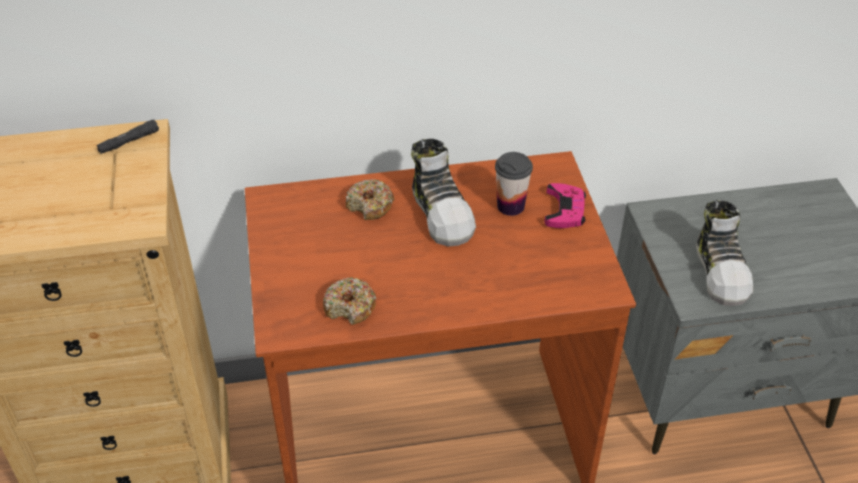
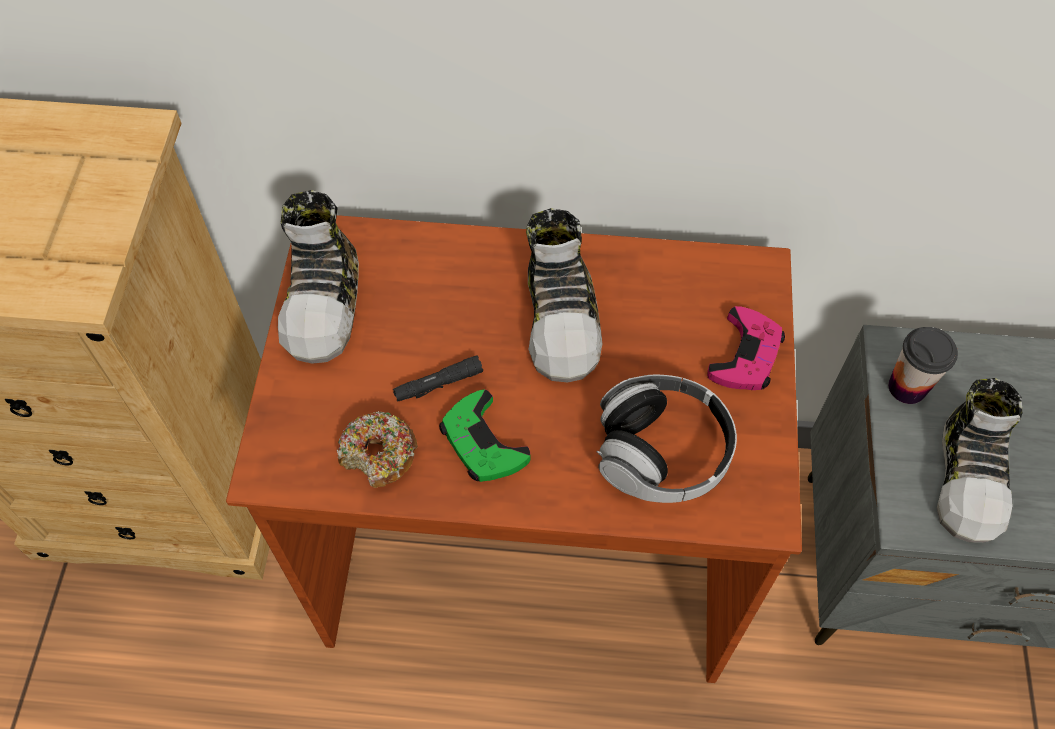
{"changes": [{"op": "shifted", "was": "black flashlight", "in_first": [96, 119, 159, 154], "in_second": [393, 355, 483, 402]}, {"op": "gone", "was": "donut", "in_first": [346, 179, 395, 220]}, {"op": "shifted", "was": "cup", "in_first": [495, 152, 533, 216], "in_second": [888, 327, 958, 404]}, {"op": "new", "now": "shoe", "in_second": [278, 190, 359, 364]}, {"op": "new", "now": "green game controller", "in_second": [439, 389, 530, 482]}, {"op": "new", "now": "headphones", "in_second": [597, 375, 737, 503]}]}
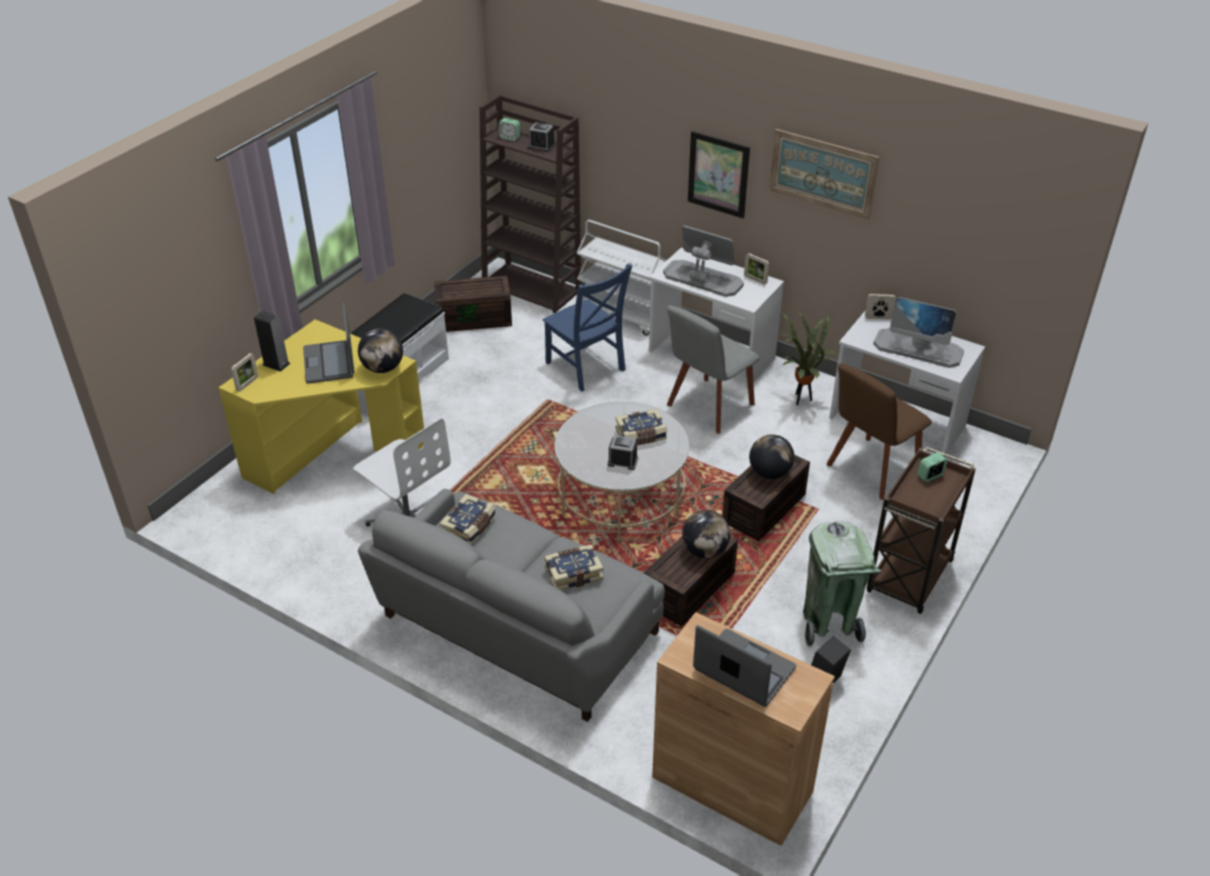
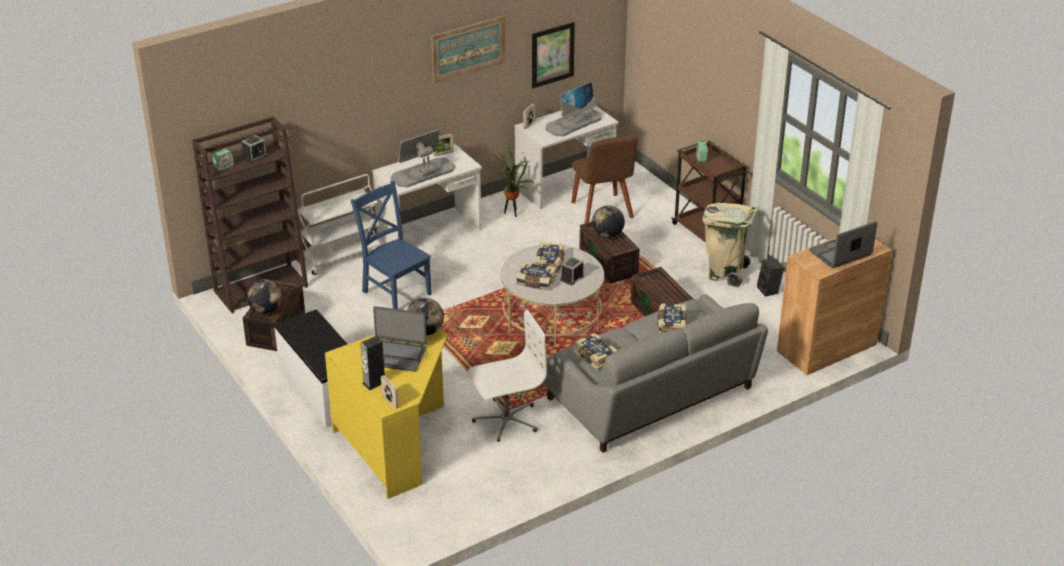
{"changes": [{"op": "rotated", "was": "blue chair", "in_first": [543, 263, 633, 392], "in_second": [350, 181, 432, 309], "clockwise": -120}, {"op": "gone", "was": "grey chair", "in_first": [667, 305, 760, 433]}, {"op": "shifted", "was": "globe", "in_first": [682, 510, 730, 558], "in_second": [246, 279, 282, 314]}, {"op": "shifted", "was": "picture", "in_first": [688, 131, 750, 219], "in_second": [532, 22, 575, 88]}, {"op": "repainted", "was": "green trash can", "now": "beige trash can", "in_first": [803, 522, 882, 647], "in_second": [702, 203, 759, 287]}, {"op": "new", "now": "book", "in_second": [516, 261, 557, 290]}]}
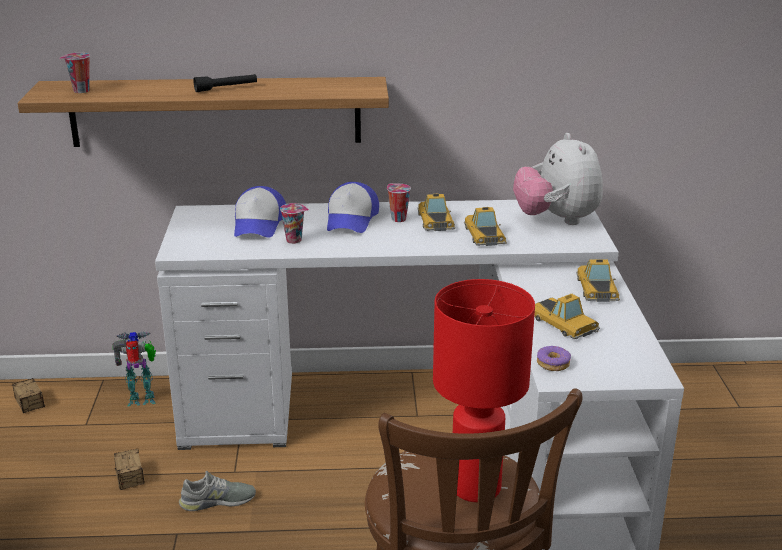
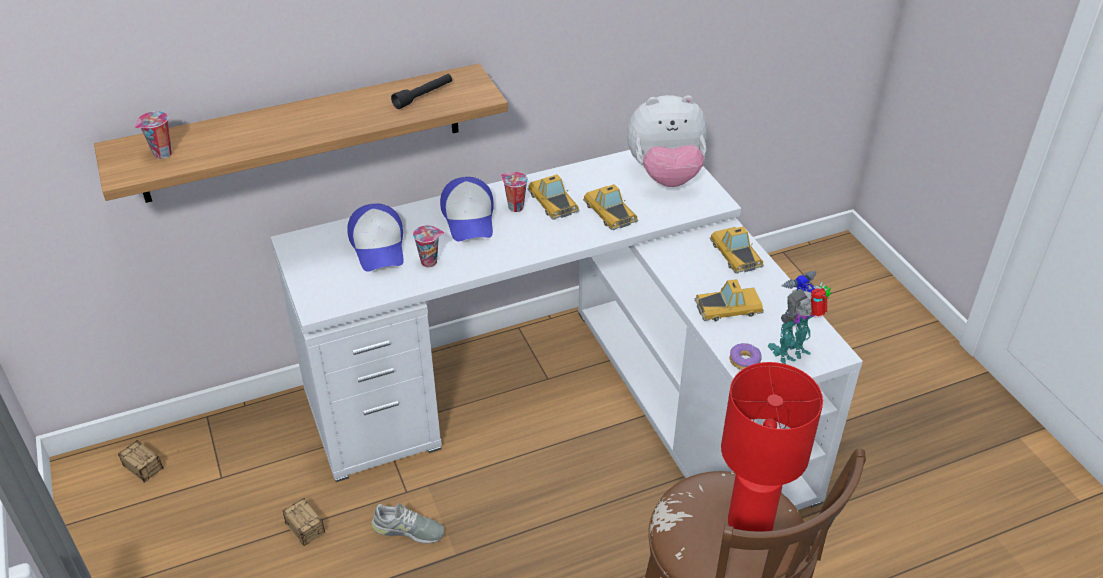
{"changes": [{"op": "shifted", "was": "toy robot", "in_first": [112, 331, 156, 406], "in_second": [768, 271, 832, 364]}, {"op": "rotated", "was": "grey shoe", "in_first": [179, 471, 256, 511], "in_second": [371, 503, 444, 544], "clockwise": 45}, {"op": "shifted", "was": "black flashlight", "in_first": [193, 74, 257, 92], "in_second": [391, 74, 452, 109]}, {"op": "rotated", "was": "plush toy", "in_first": [513, 133, 603, 225], "in_second": [627, 95, 707, 187], "clockwise": -60}, {"op": "rotated", "was": "toy car", "in_first": [535, 294, 600, 339], "in_second": [695, 279, 764, 322], "clockwise": -45}]}
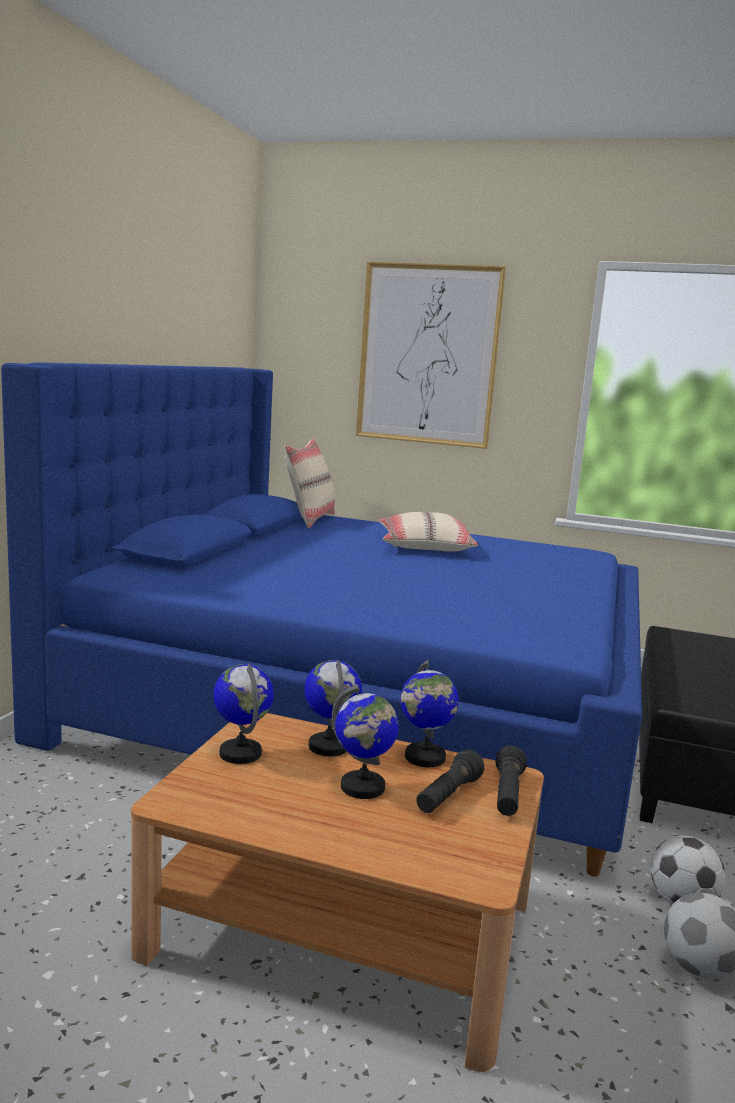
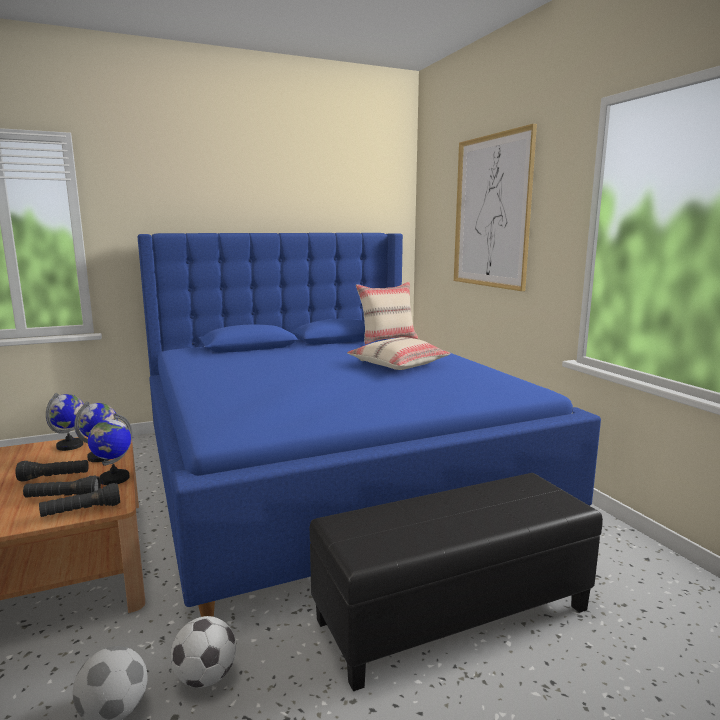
{"changes": [{"op": "swapped", "was": "globe", "now": "black flashlight", "in_first": [332, 684, 399, 799], "in_second": [15, 460, 89, 482]}]}
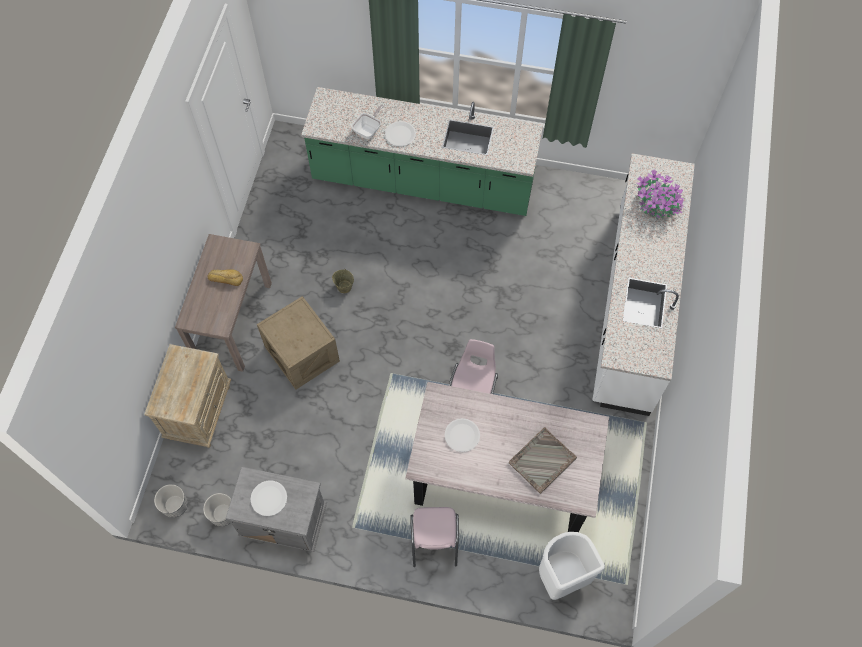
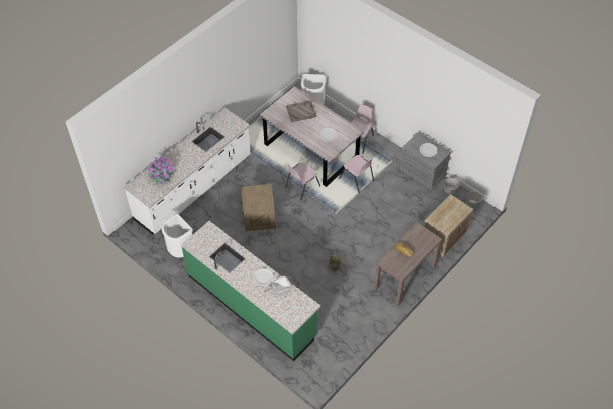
{"changes": [{"op": "shifted", "was": "crate", "in_first": [257, 296, 340, 390], "in_second": [241, 184, 276, 231]}, {"op": "new", "now": "white trash can", "in_second": [162, 214, 193, 258]}, {"op": "new", "now": "pink chair", "in_second": [340, 155, 374, 193]}]}
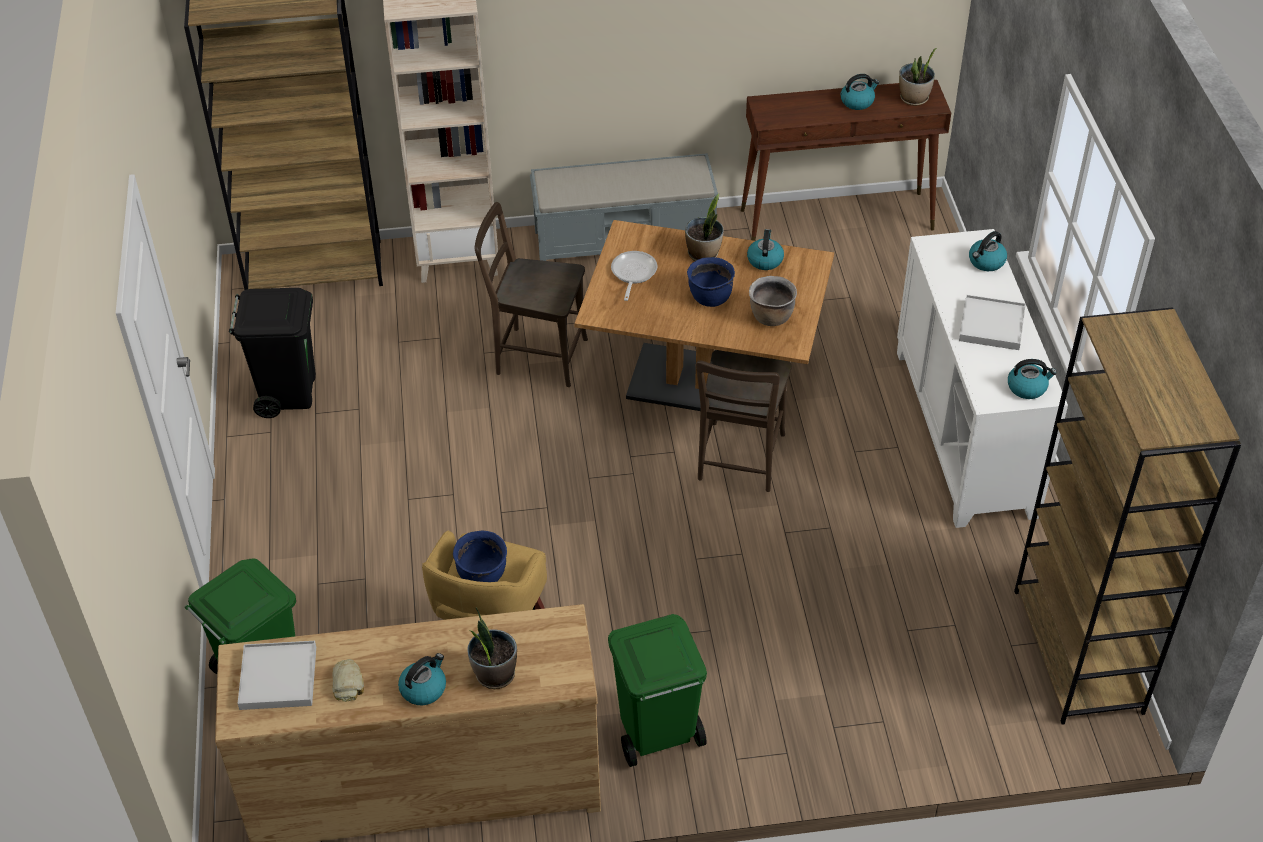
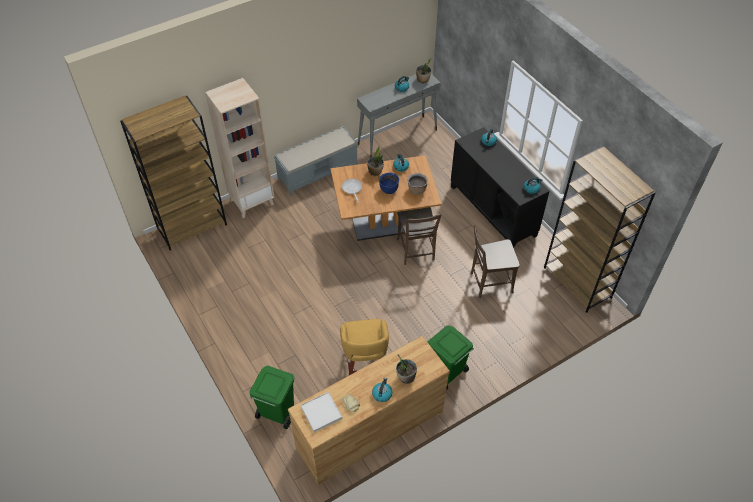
{"changes": [{"op": "gone", "was": "black trash can", "in_first": [229, 288, 316, 418]}, {"op": "gone", "was": "blue cooking pot", "in_first": [453, 531, 507, 582]}, {"op": "shifted", "was": "brown chair", "in_first": [475, 202, 588, 387], "in_second": [471, 225, 520, 298]}, {"op": "repainted", "was": "brown console table", "now": "grey console table", "in_first": [741, 80, 951, 241], "in_second": [357, 74, 441, 158]}, {"op": "repainted", "was": "white cabinet", "now": "black cabinet", "in_first": [897, 229, 1068, 528], "in_second": [451, 127, 550, 248]}, {"op": "gone", "was": "white tray", "in_first": [959, 295, 1026, 350]}]}
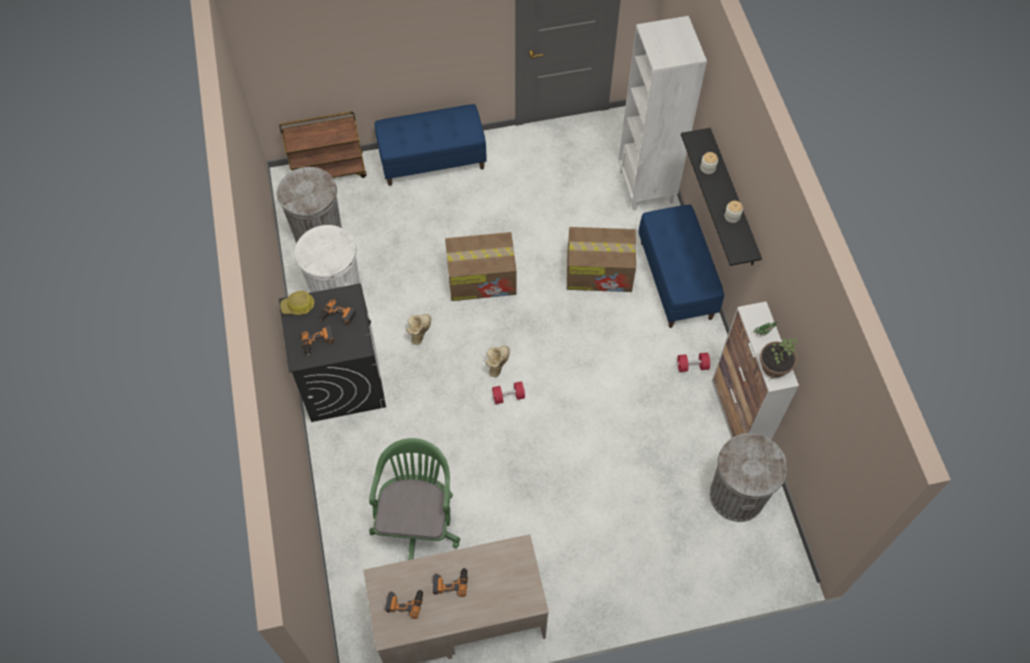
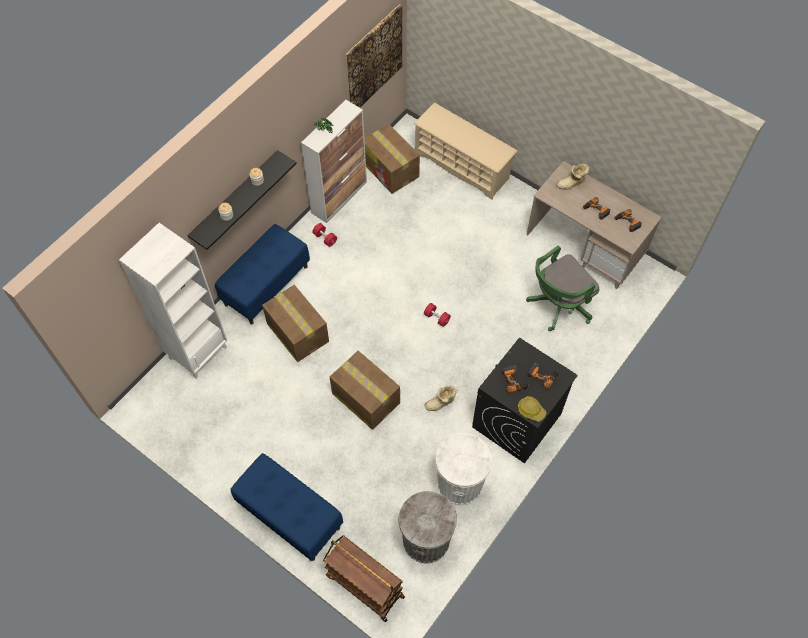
{"changes": [{"op": "shifted", "was": "boot", "in_first": [485, 346, 510, 377], "in_second": [557, 163, 590, 190]}, {"op": "swapped", "was": "grey trash can", "now": "cardboard box", "in_first": [710, 433, 787, 522], "in_second": [364, 124, 420, 194]}, {"op": "gone", "was": "potted plant", "in_first": [760, 337, 797, 379]}, {"op": "new", "now": "picture", "in_second": [346, 4, 402, 108]}, {"op": "new", "now": "beige shoe rack", "in_second": [413, 103, 518, 200]}]}
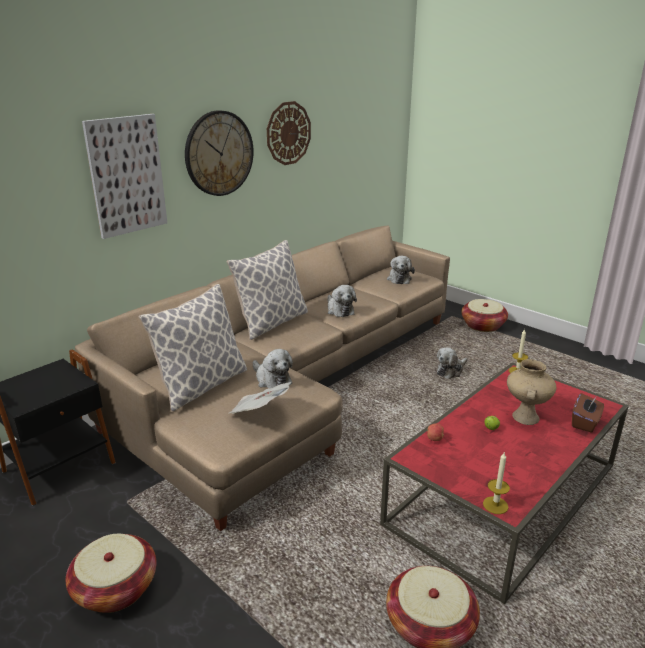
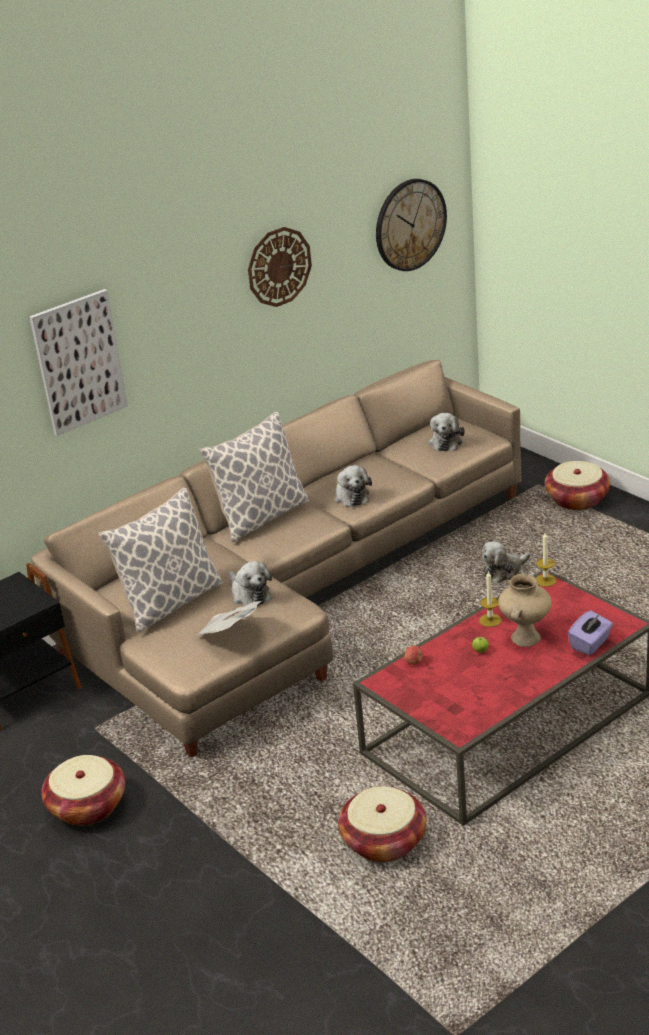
{"changes": [{"op": "shifted", "was": "wall clock", "in_first": [185, 110, 254, 196], "in_second": [376, 179, 447, 271]}, {"op": "shifted", "was": "candle", "in_first": [483, 451, 510, 514], "in_second": [479, 570, 502, 627]}, {"op": "repainted", "was": "brown tissue box", "now": "purple tissue box", "in_first": [572, 393, 604, 432], "in_second": [568, 611, 613, 655]}]}
